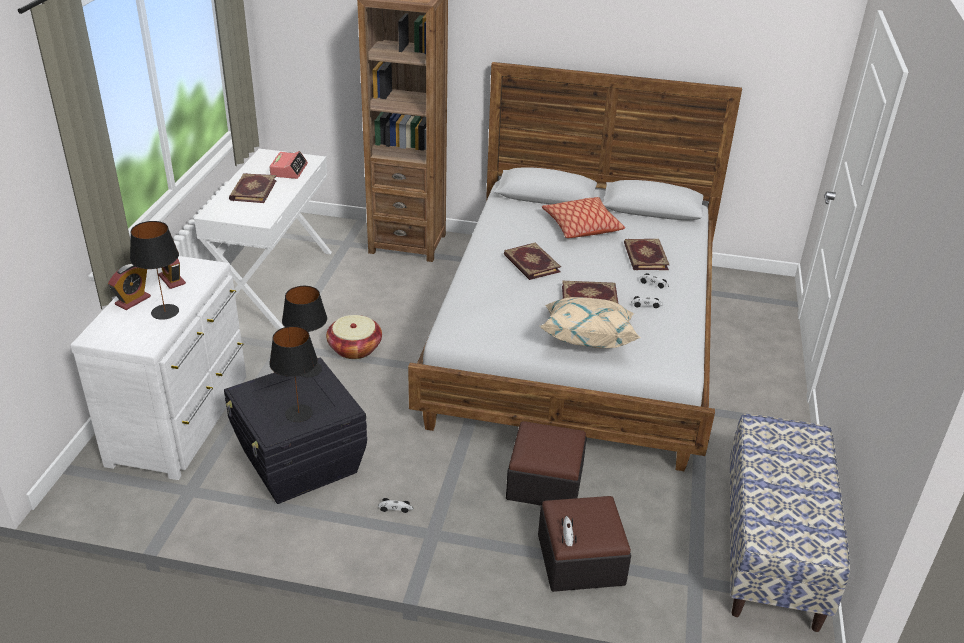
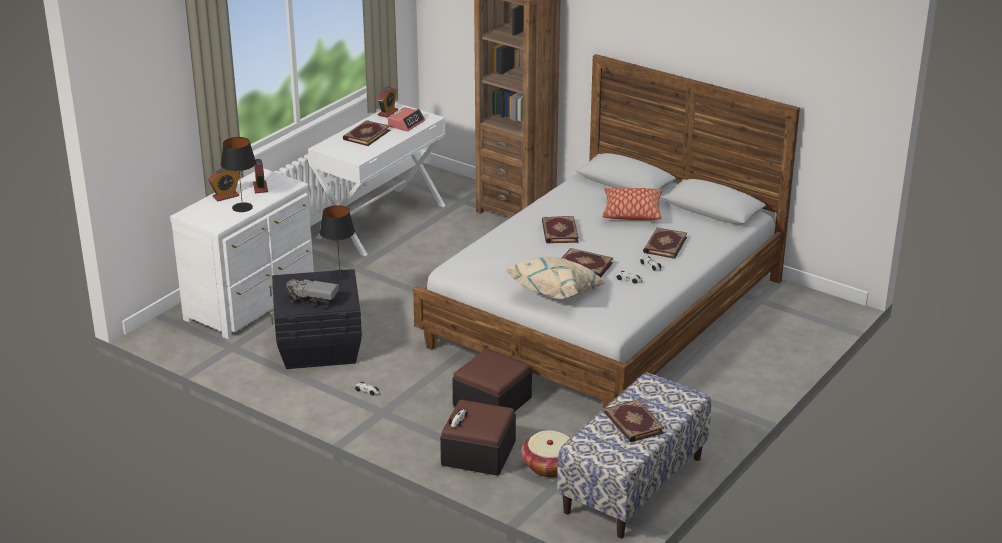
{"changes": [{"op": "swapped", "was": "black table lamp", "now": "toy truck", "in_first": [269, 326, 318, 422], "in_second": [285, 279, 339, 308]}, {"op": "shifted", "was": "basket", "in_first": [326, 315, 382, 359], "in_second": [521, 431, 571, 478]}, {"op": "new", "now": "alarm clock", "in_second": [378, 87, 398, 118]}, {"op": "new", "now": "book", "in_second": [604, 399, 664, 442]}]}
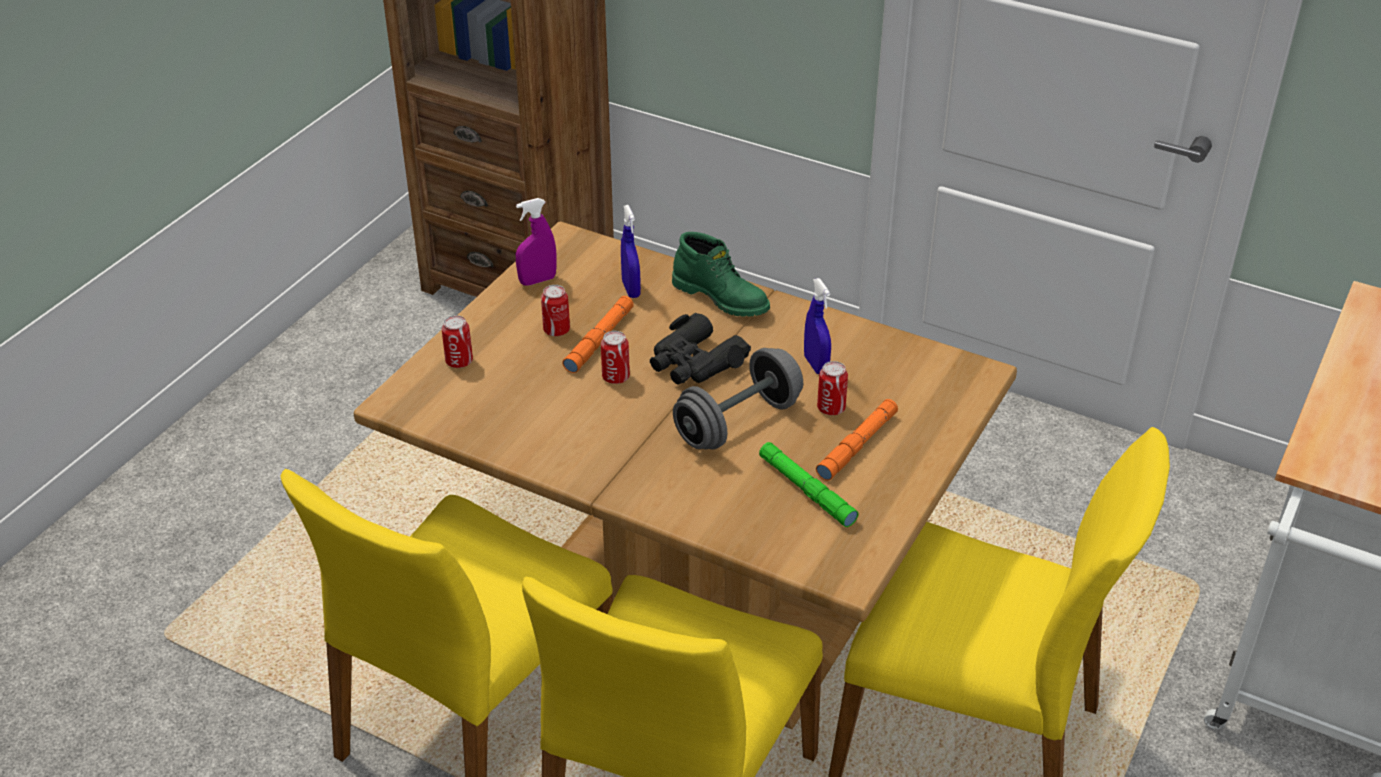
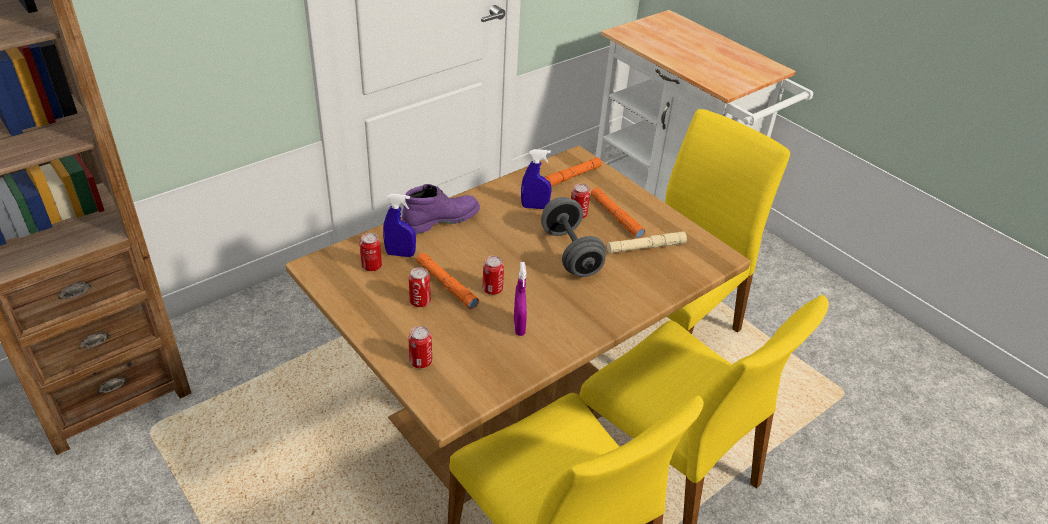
{"changes": [{"op": "shifted", "was": "purple spray bottle", "in_first": [516, 198, 557, 286], "in_second": [514, 262, 527, 336]}, {"op": "gone", "was": "black binoculars", "in_first": [650, 313, 751, 384]}, {"op": "repainted", "was": "green boot", "now": "purple boot", "in_first": [672, 232, 770, 317], "in_second": [402, 184, 480, 234]}, {"op": "repainted", "was": "green flashlight", "now": "beige flashlight", "in_first": [759, 442, 858, 527], "in_second": [607, 231, 687, 254]}, {"op": "new", "now": "can", "in_second": [360, 233, 382, 271]}, {"op": "new", "now": "orange flashlight", "in_second": [544, 157, 602, 187]}]}
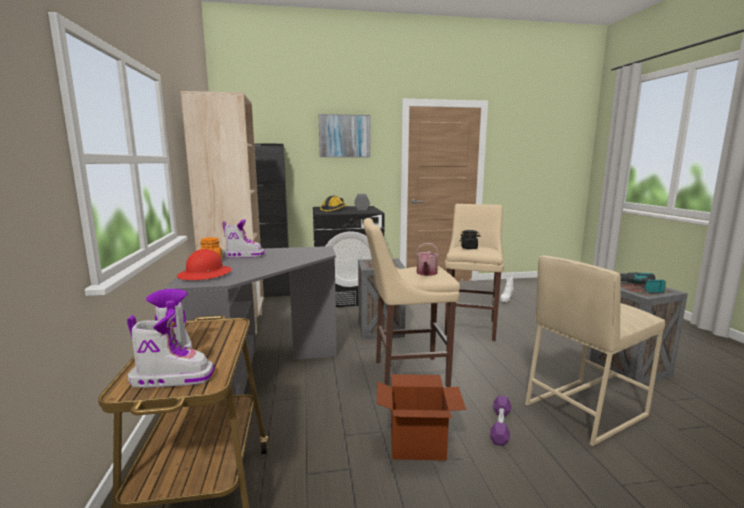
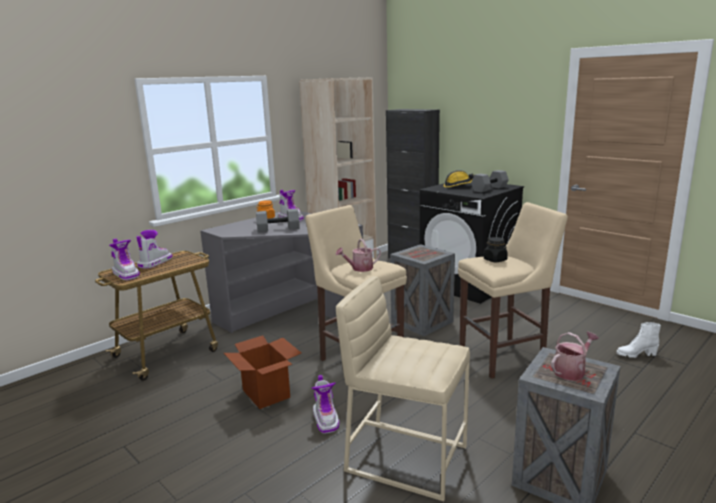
{"changes": [{"op": "gone", "was": "red hard hat", "in_first": [177, 249, 232, 280]}, {"op": "gone", "was": "picture", "in_first": [318, 114, 370, 158]}, {"op": "swapped", "was": "purple dumbbell", "now": "boot", "in_first": [490, 395, 511, 446], "in_second": [312, 375, 339, 434]}, {"op": "swapped", "was": "power drill", "now": "watering can", "in_first": [620, 272, 666, 293], "in_second": [551, 332, 599, 381]}, {"op": "new", "now": "grey dumbbell", "in_second": [256, 208, 299, 232]}]}
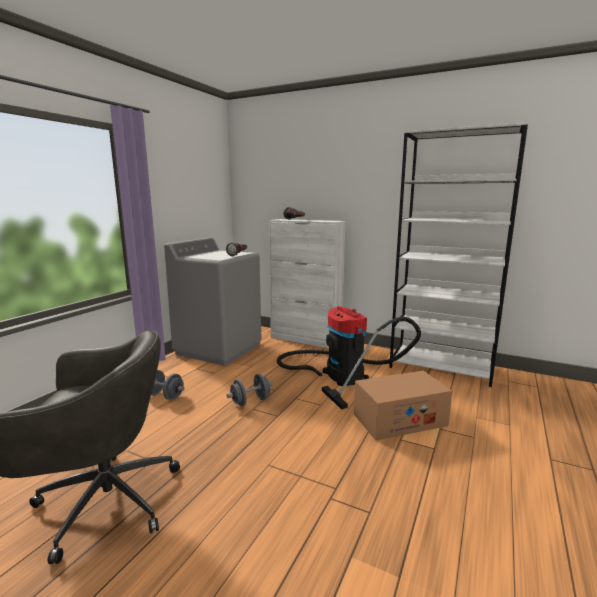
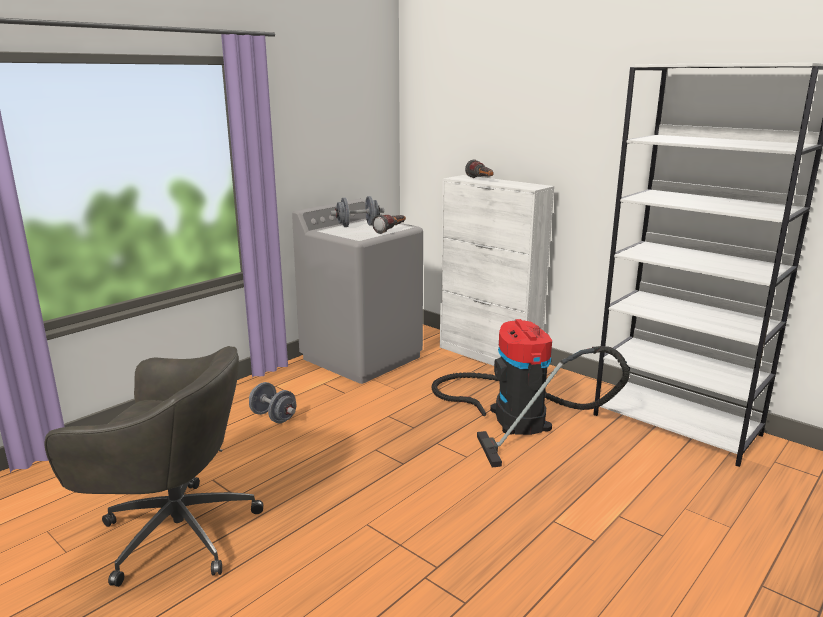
{"changes": [{"op": "shifted", "was": "grey dumbbell", "in_first": [227, 374, 273, 406], "in_second": [330, 196, 384, 227]}, {"op": "gone", "was": "cardboard box", "in_first": [354, 371, 452, 440]}]}
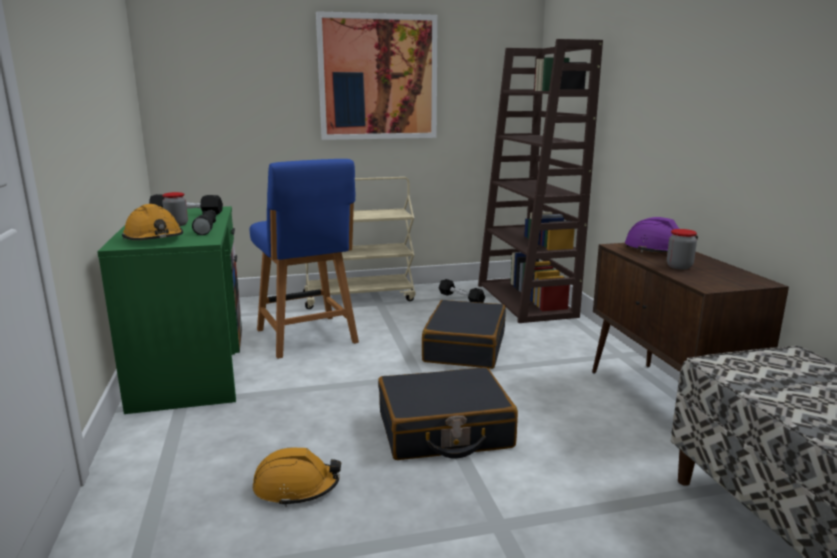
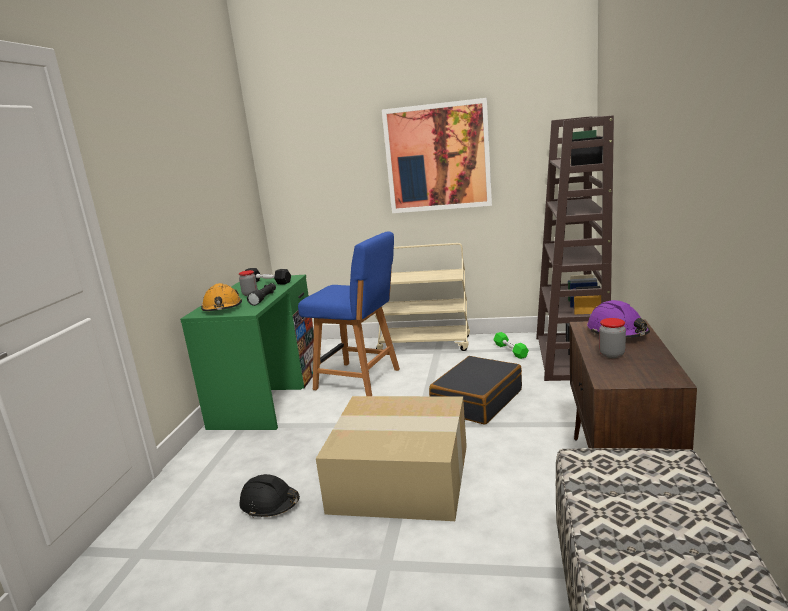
{"changes": [{"op": "rotated", "was": "blue chair", "in_first": [250, 159, 359, 359], "in_second": [298, 232, 400, 396], "clockwise": -60}, {"op": "repainted", "was": "orange hard hat", "now": "black hard hat", "in_first": [253, 447, 341, 507], "in_second": [239, 474, 300, 518]}, {"op": "swapped", "was": "black suitcase", "now": "cardboard box", "in_first": [378, 367, 518, 460], "in_second": [316, 396, 467, 521]}, {"op": "repainted", "was": "black dumbbell", "now": "green dumbbell", "in_first": [439, 279, 485, 303], "in_second": [493, 332, 529, 359]}]}
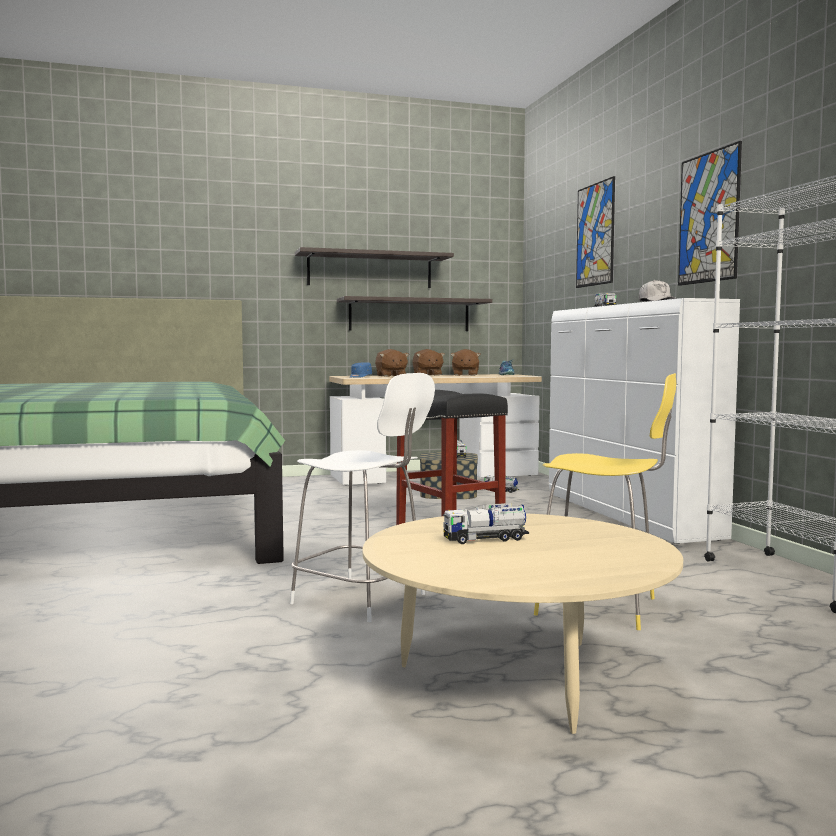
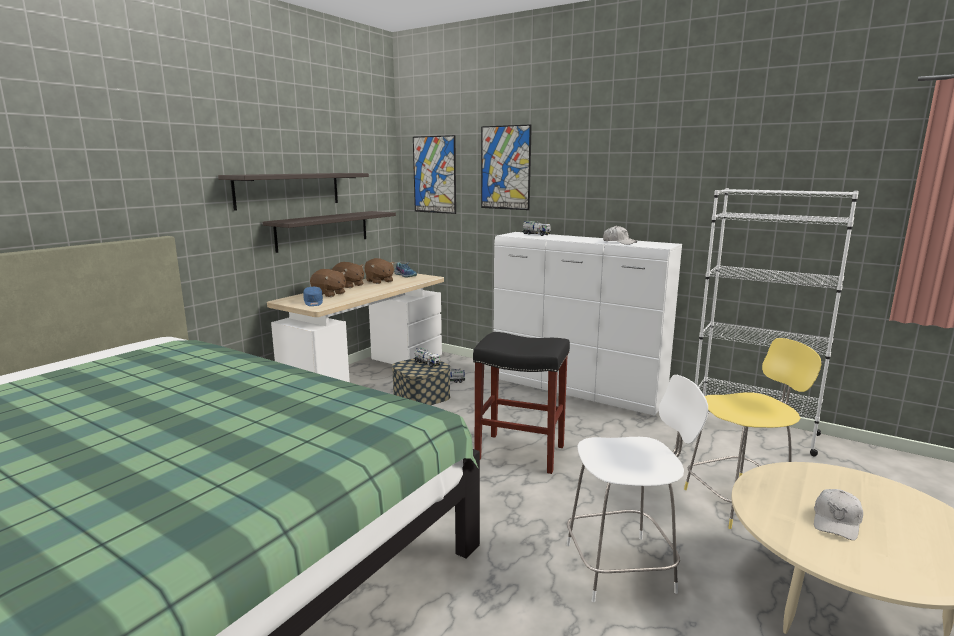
{"changes": [{"op": "swapped", "was": "toy truck", "now": "white cap", "in_first": [443, 503, 529, 544], "in_second": [814, 489, 863, 540]}, {"op": "shifted", "was": "picture", "in_first": [678, 141, 742, 286], "in_second": [413, 135, 456, 214]}]}
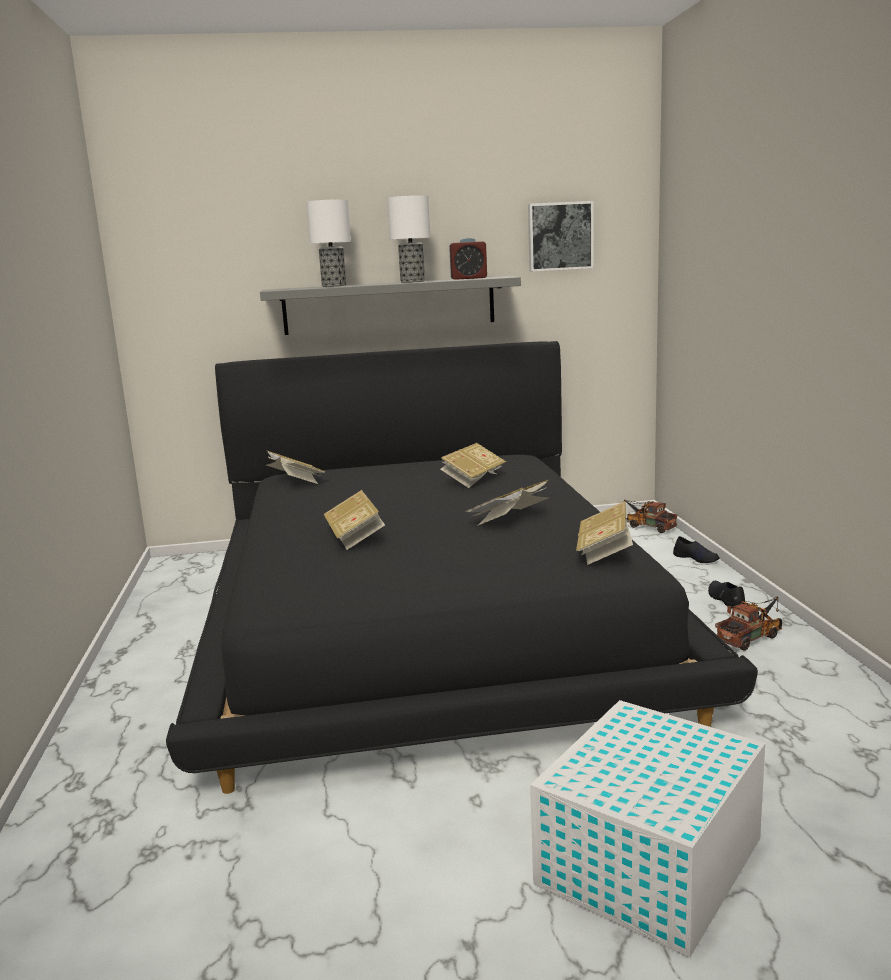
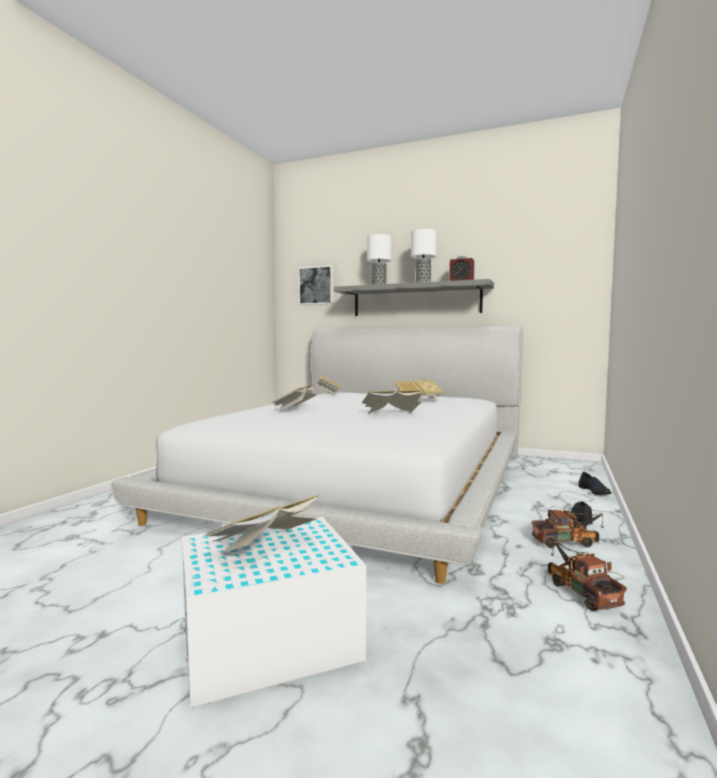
{"changes": [{"op": "repainted", "was": "black bed", "now": "white bed", "in_first": [166, 341, 758, 794], "in_second": [111, 326, 523, 584]}, {"op": "shifted", "was": "picture", "in_first": [528, 201, 594, 272], "in_second": [298, 265, 334, 305]}, {"op": "shifted", "was": "book", "in_first": [576, 501, 633, 565], "in_second": [204, 495, 319, 555]}, {"op": "shifted", "was": "toy truck", "in_first": [624, 500, 677, 533], "in_second": [547, 540, 627, 611]}]}
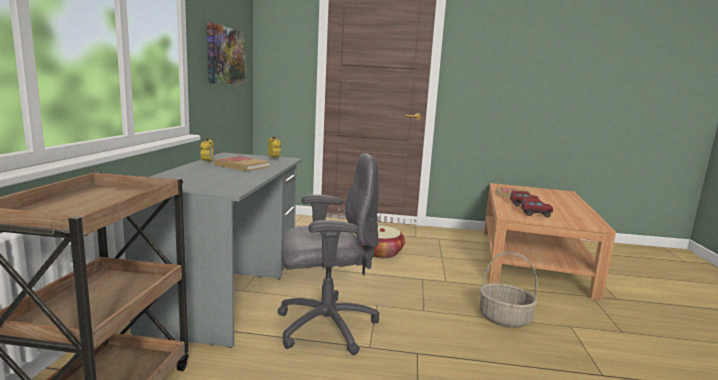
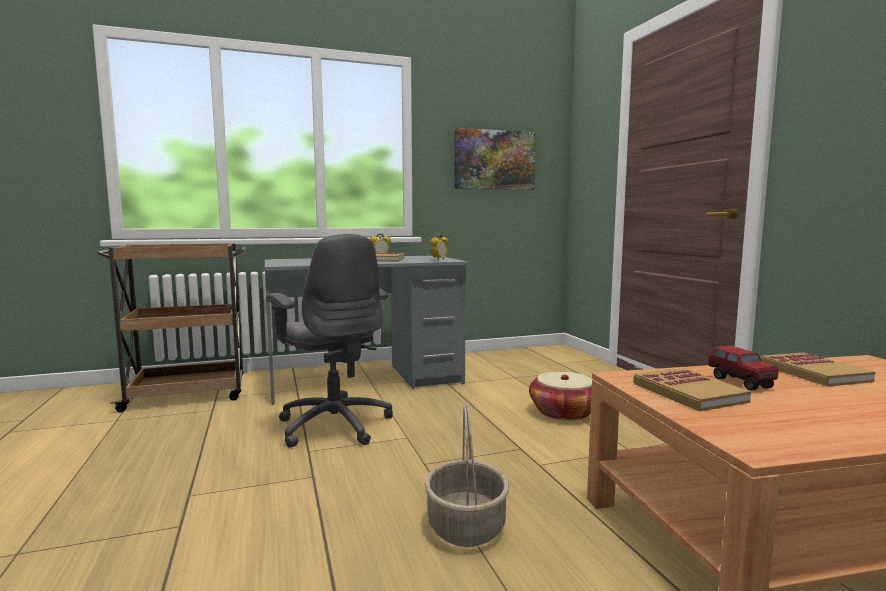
{"changes": [{"op": "swapped", "was": "toy truck", "now": "book", "in_first": [521, 198, 553, 217], "in_second": [633, 368, 751, 412]}]}
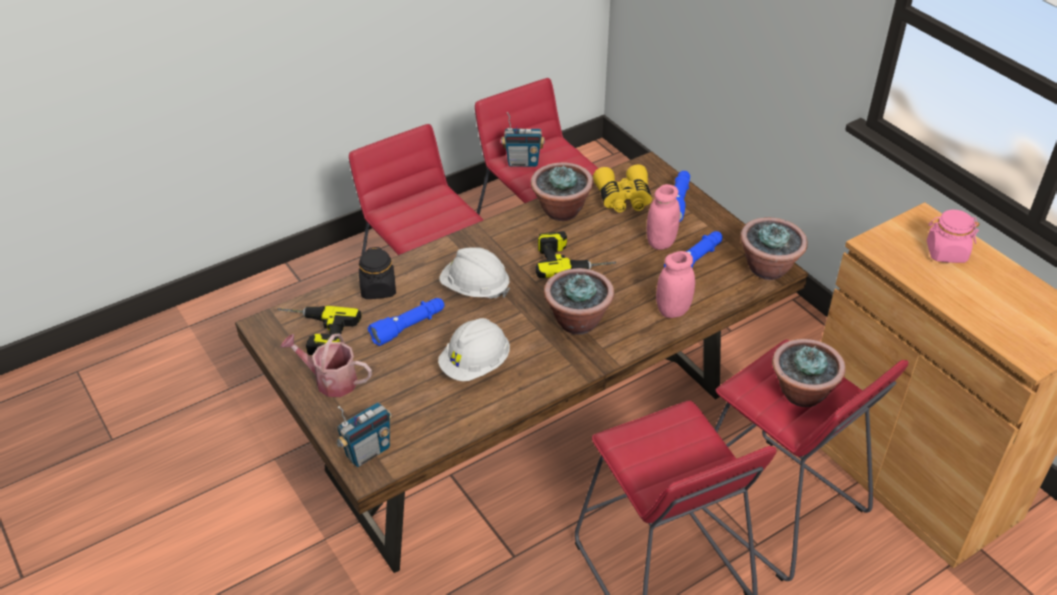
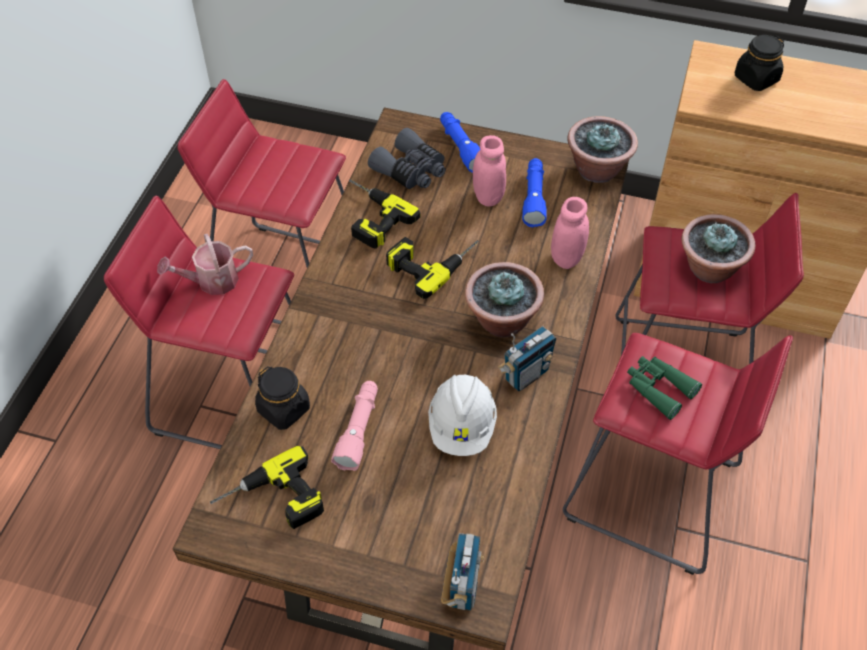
{"changes": [{"op": "shifted", "was": "watering can", "in_first": [281, 333, 372, 397], "in_second": [157, 234, 253, 295]}, {"op": "repainted", "was": "blue flashlight", "now": "pink flashlight", "in_first": [368, 298, 444, 346], "in_second": [331, 381, 378, 471]}, {"op": "gone", "was": "white hard hat", "in_first": [439, 247, 510, 299]}, {"op": "shifted", "was": "radio", "in_first": [501, 112, 545, 167], "in_second": [498, 326, 556, 391]}, {"op": "swapped", "was": "potted plant", "now": "power drill", "in_first": [530, 162, 593, 221], "in_second": [349, 179, 420, 249]}, {"op": "repainted", "was": "yellow binoculars", "now": "grey binoculars", "in_first": [593, 165, 652, 213], "in_second": [368, 128, 446, 189]}, {"op": "repainted", "was": "pink jar", "now": "black jar", "in_first": [927, 210, 979, 263], "in_second": [735, 35, 784, 91]}, {"op": "new", "now": "green binoculars", "in_second": [627, 356, 702, 420]}]}
